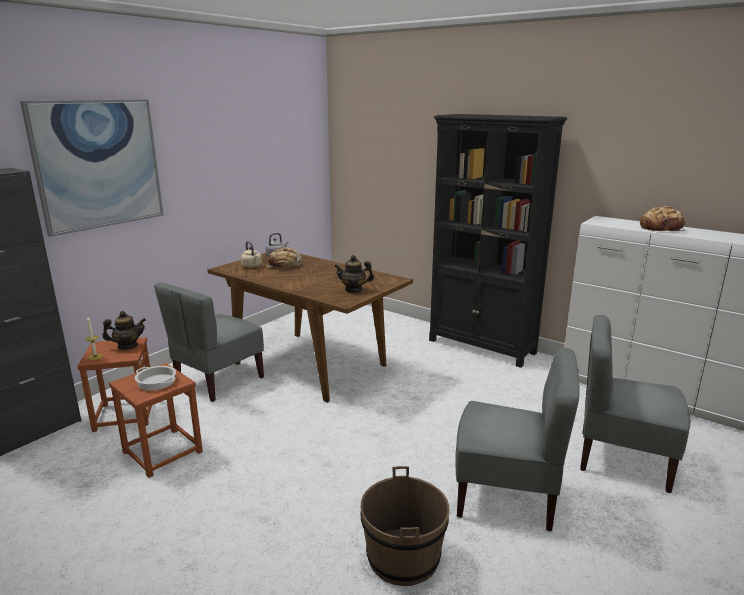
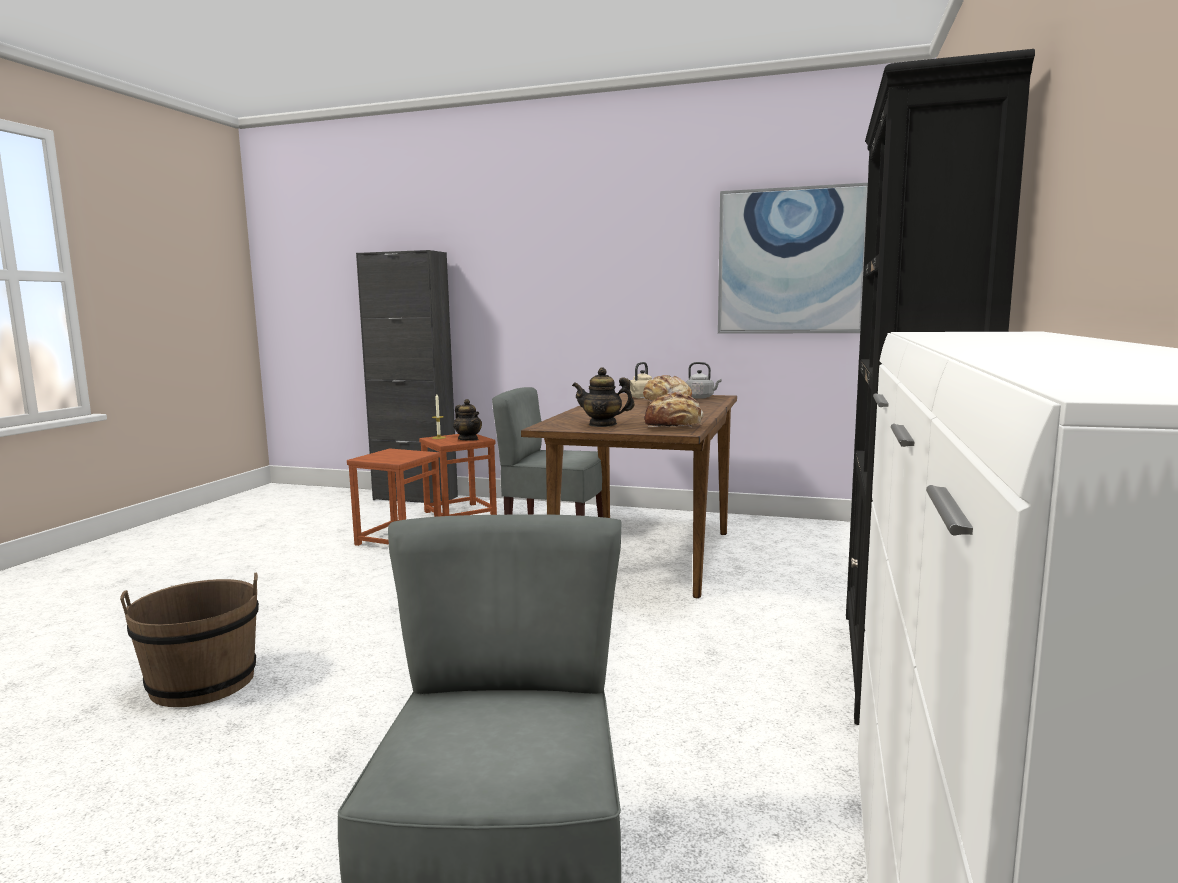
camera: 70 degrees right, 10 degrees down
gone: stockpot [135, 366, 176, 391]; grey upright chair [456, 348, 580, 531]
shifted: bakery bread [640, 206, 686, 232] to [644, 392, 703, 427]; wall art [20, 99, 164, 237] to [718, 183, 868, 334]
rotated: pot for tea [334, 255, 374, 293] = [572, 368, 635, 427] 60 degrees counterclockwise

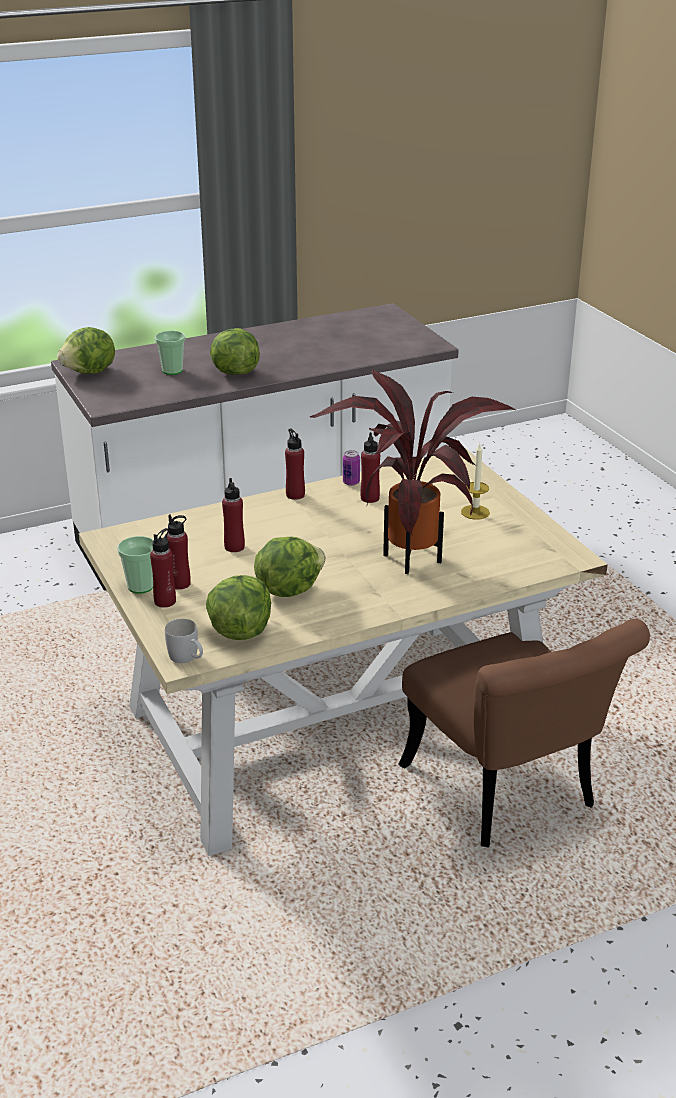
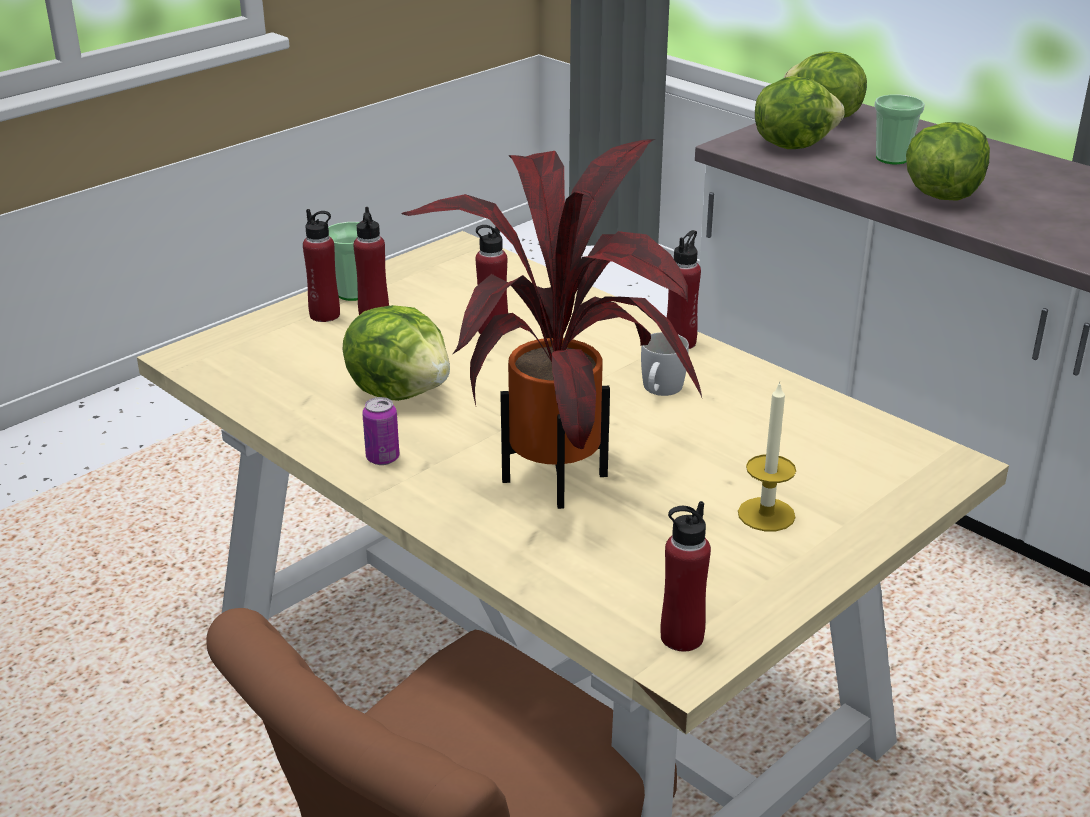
camera: 70 degrees right, 0 degrees up
shifted: metal can [343, 450, 360, 486] to [362, 397, 399, 465]; white-coloured mug [165, 619, 203, 663] to [641, 332, 689, 396]; reddish beverage bottle [360, 432, 380, 503] to [660, 501, 711, 651]; lettuce [206, 575, 271, 640] to [755, 76, 845, 149]

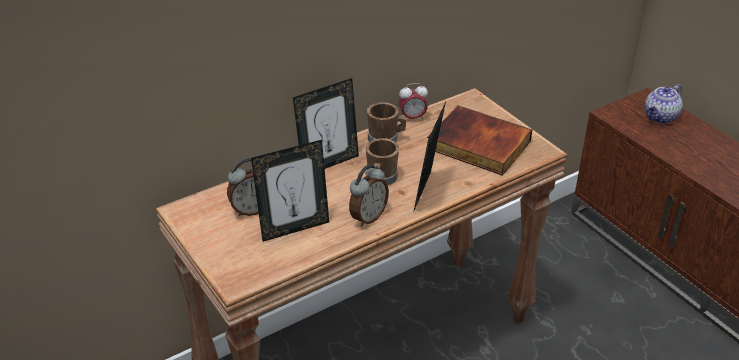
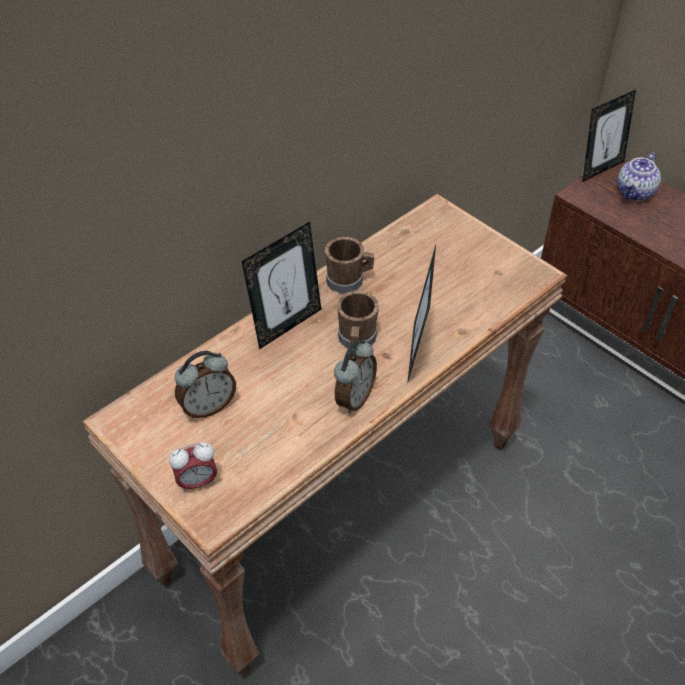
camera: 10 degrees left, 10 degrees up
gone: book [427, 106, 532, 176]
shifted: bedside clock [399, 83, 428, 120] to [169, 442, 217, 493]; photo frame [251, 140, 329, 242] to [582, 90, 636, 182]

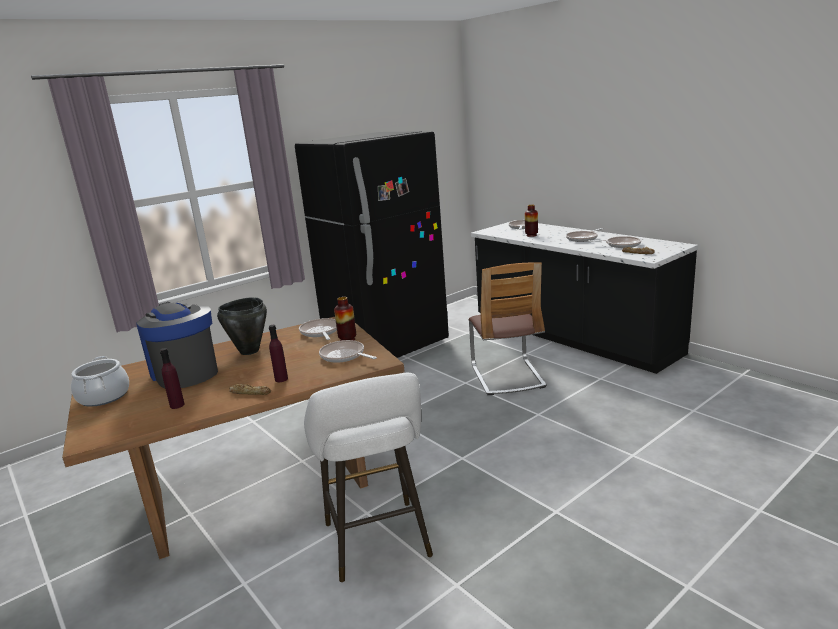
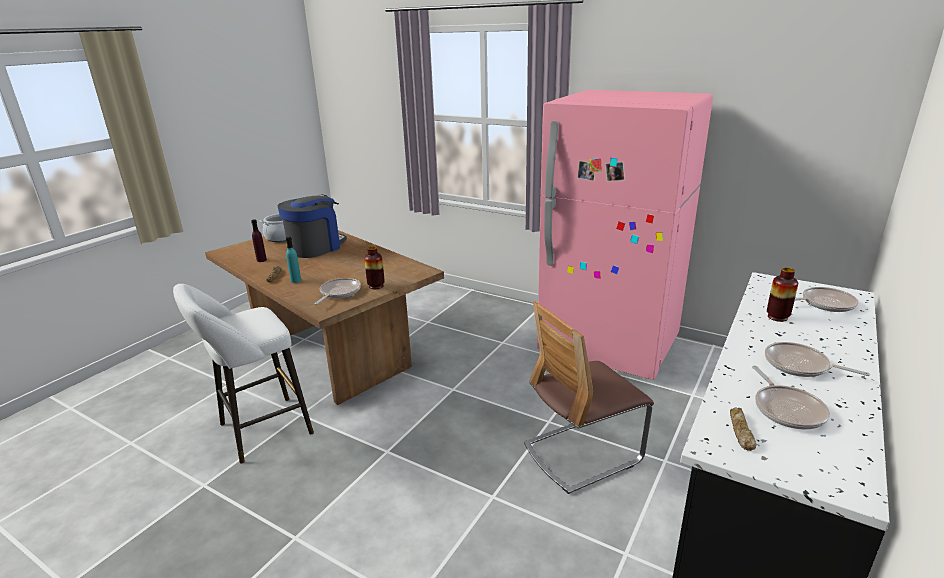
camera: 70 degrees right, 5 degrees up
gone: black-coloured stockpot [217, 297, 267, 355]; pan [299, 318, 337, 340]
repainted: purple-coloured beverage bottle [269, 325, 288, 382] to blue-green beverage bottle [286, 237, 301, 283]; black-coloured refrigerator [295, 131, 449, 358] to pinkish refrigerator [537, 90, 713, 380]

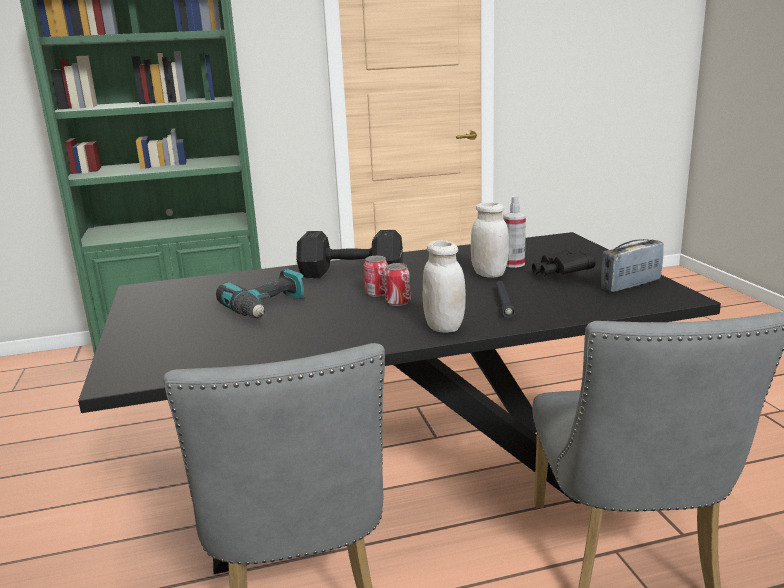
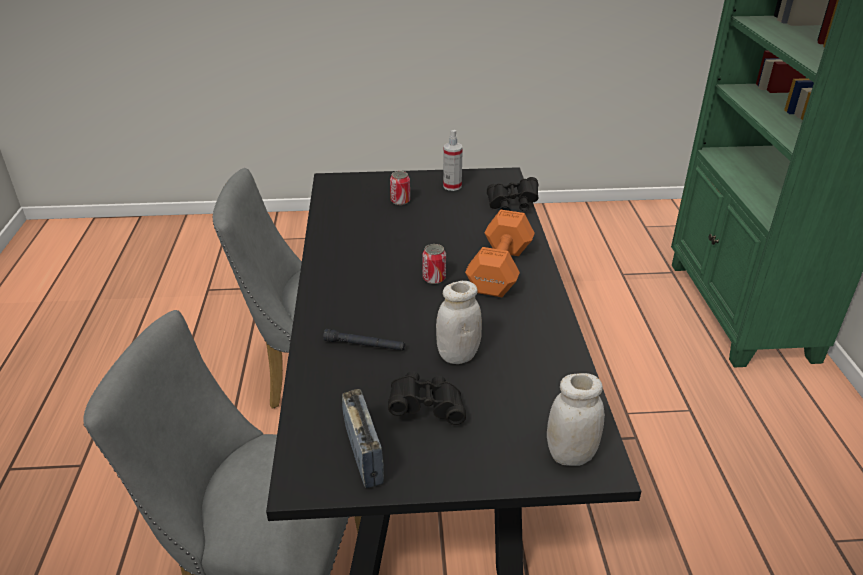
camera: 100 degrees right, 15 degrees up
gone: electric drill [216, 268, 305, 319]
new: black-coloured field glasses [487, 177, 539, 211]
shifted: metal can [384, 263, 411, 306] to [390, 171, 410, 205]; spray bottle [504, 195, 526, 268] to [443, 130, 463, 191]; white-coloured preserve jar [423, 240, 466, 333] to [547, 373, 604, 466]
repainted: black-coloured dumbbell [296, 230, 403, 278] to orange dumbbell [465, 210, 535, 297]

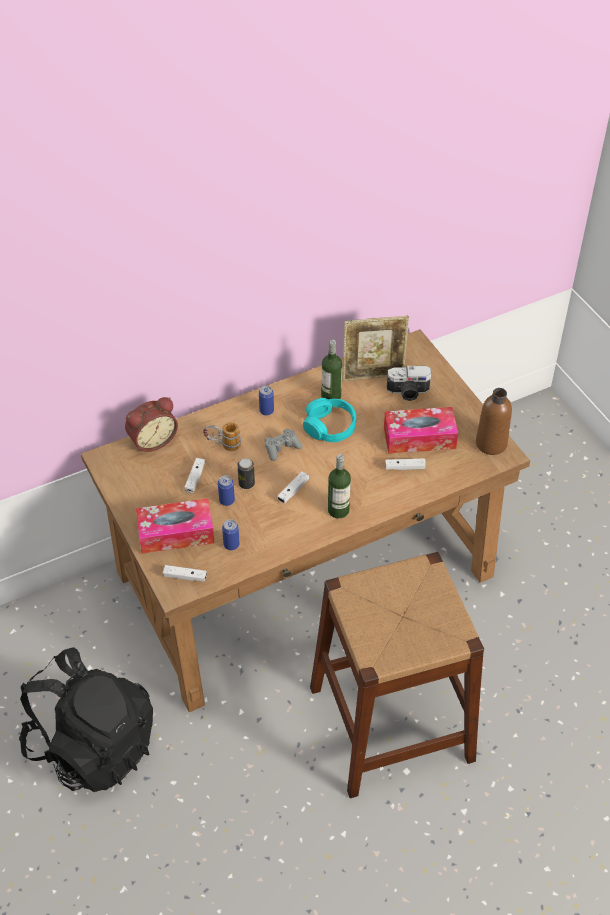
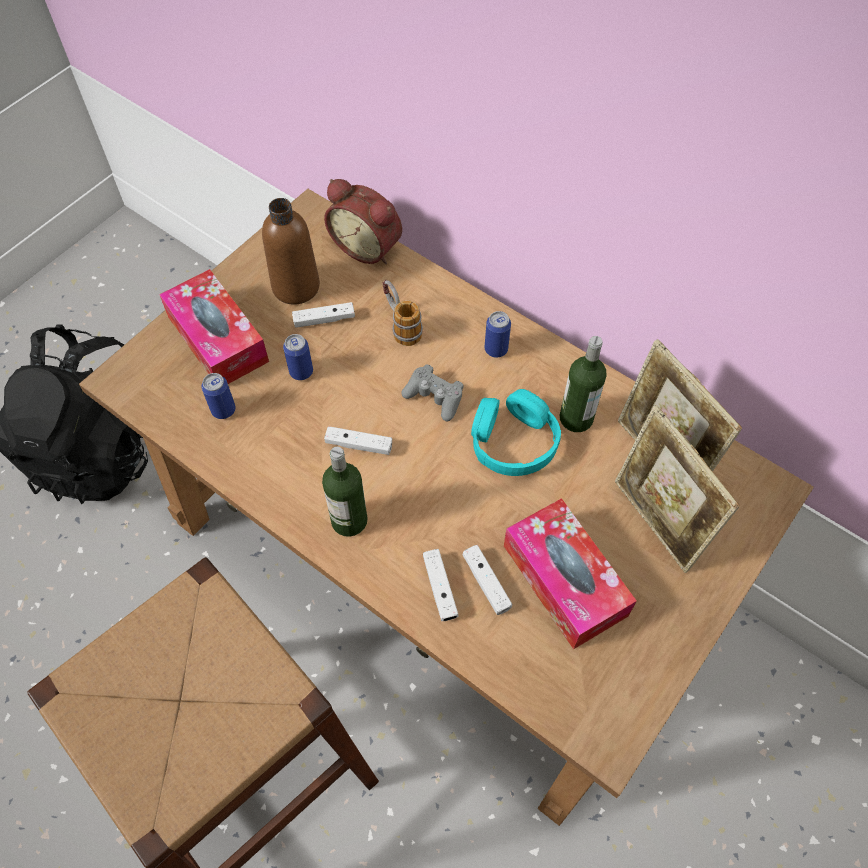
camera: 65 degrees right, 10 degrees up
gone: metal can [237, 458, 255, 489]
shifted: brown beverage bottle [476, 388, 512, 455] to [262, 198, 320, 305]; white-coloured gamepad [163, 565, 207, 582] to [423, 549, 459, 621]
swapped: still camera [387, 366, 431, 401] to photo frame [615, 405, 740, 573]

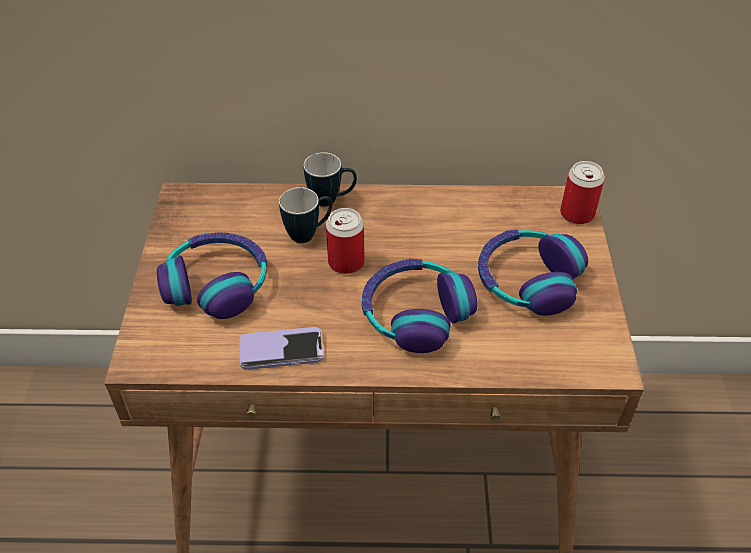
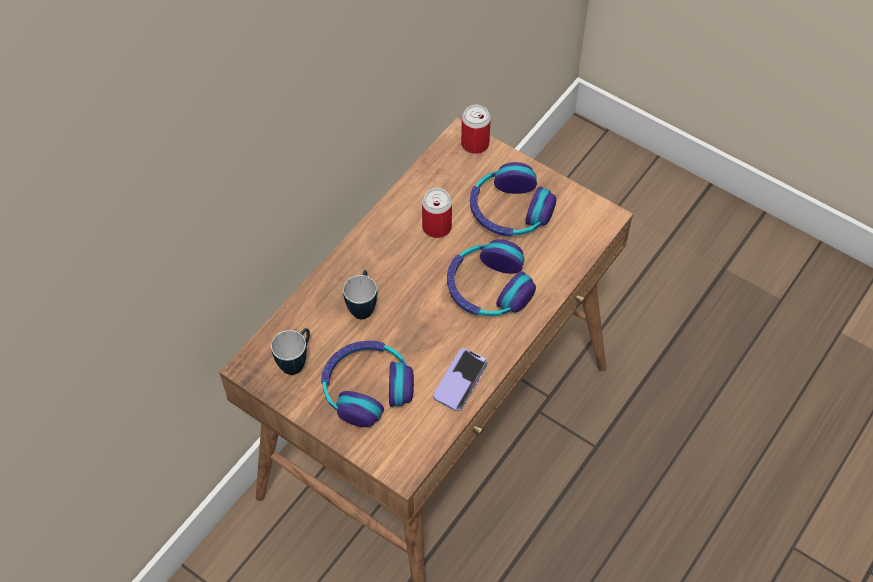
camera: 55 degrees left, 10 degrees up
shifted: mug [304, 152, 357, 207] to [271, 328, 310, 375]; metal can [326, 208, 365, 274] to [422, 188, 452, 238]

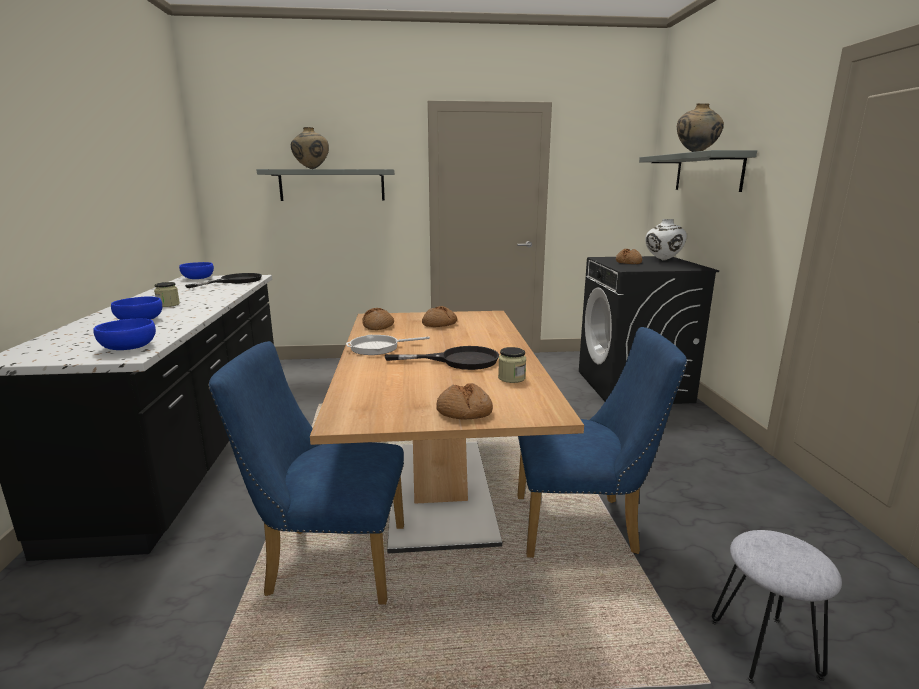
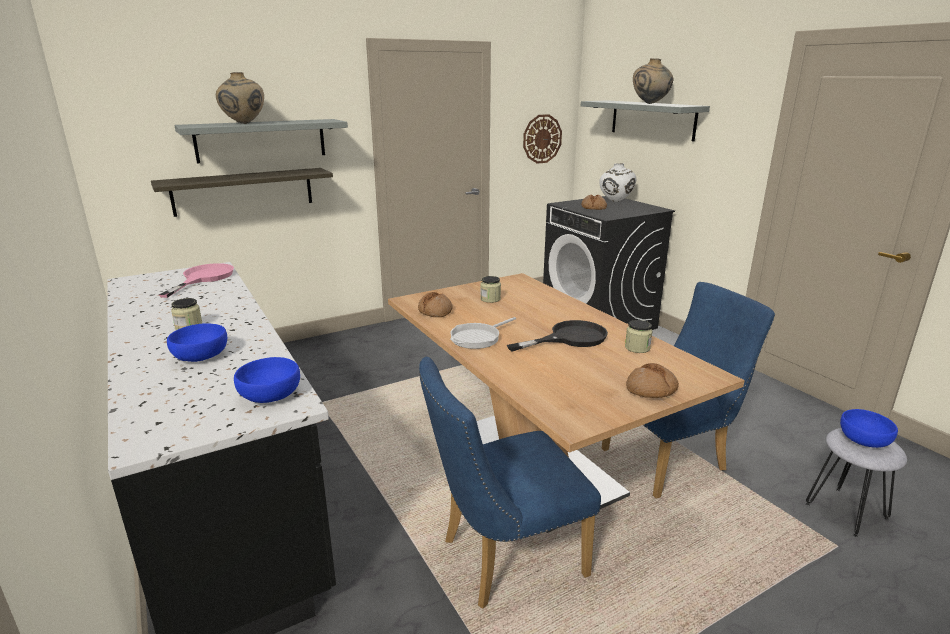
camera: 25 degrees left, 5 degrees up
new: wall shelf [151, 168, 333, 217]; wall clock [523, 114, 562, 164]
shifted: blue serving bowl [179, 262, 214, 279] to [840, 409, 898, 448]
swapped: bakery bread [422, 306, 457, 327] to preserve jar [480, 276, 501, 303]
repainted: black-coloured pan [185, 273, 262, 288] to pinkish pan [159, 263, 234, 298]

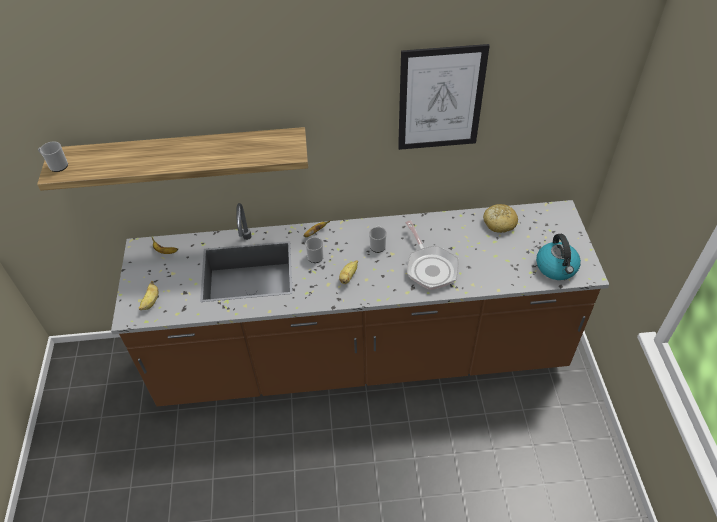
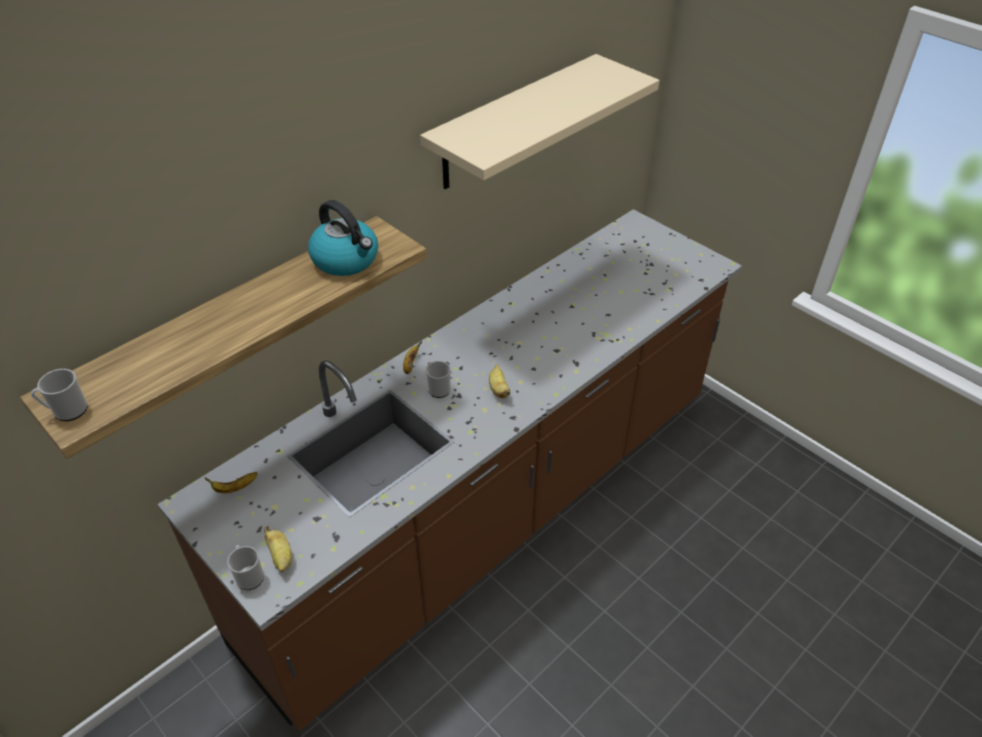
camera: 40 degrees left, 5 degrees down
gone: pan [405, 220, 459, 290]; bakery bread [483, 204, 518, 233]
shifted: mug [369, 226, 387, 253] to [227, 545, 264, 590]; water kettle [536, 234, 581, 280] to [308, 200, 378, 276]
swapped: wall art [398, 44, 490, 150] to beige-coloured wall shelf [420, 54, 660, 189]

